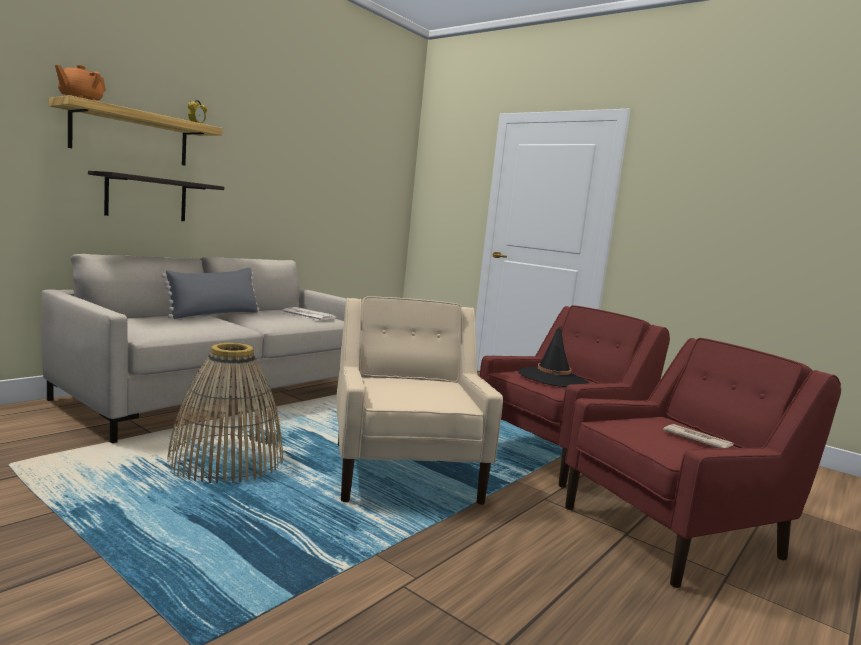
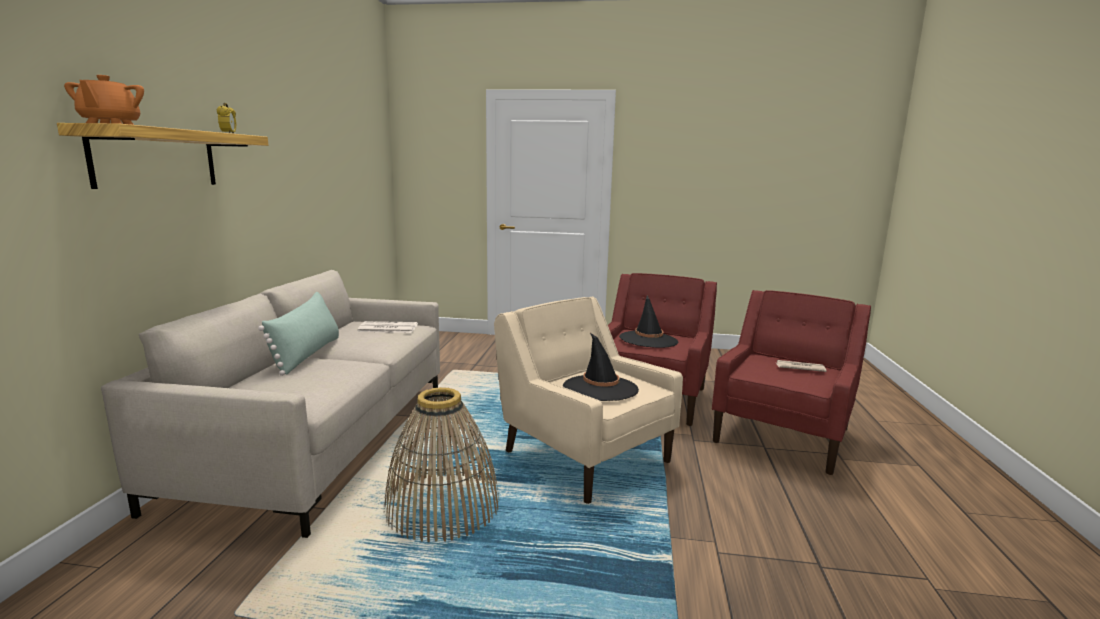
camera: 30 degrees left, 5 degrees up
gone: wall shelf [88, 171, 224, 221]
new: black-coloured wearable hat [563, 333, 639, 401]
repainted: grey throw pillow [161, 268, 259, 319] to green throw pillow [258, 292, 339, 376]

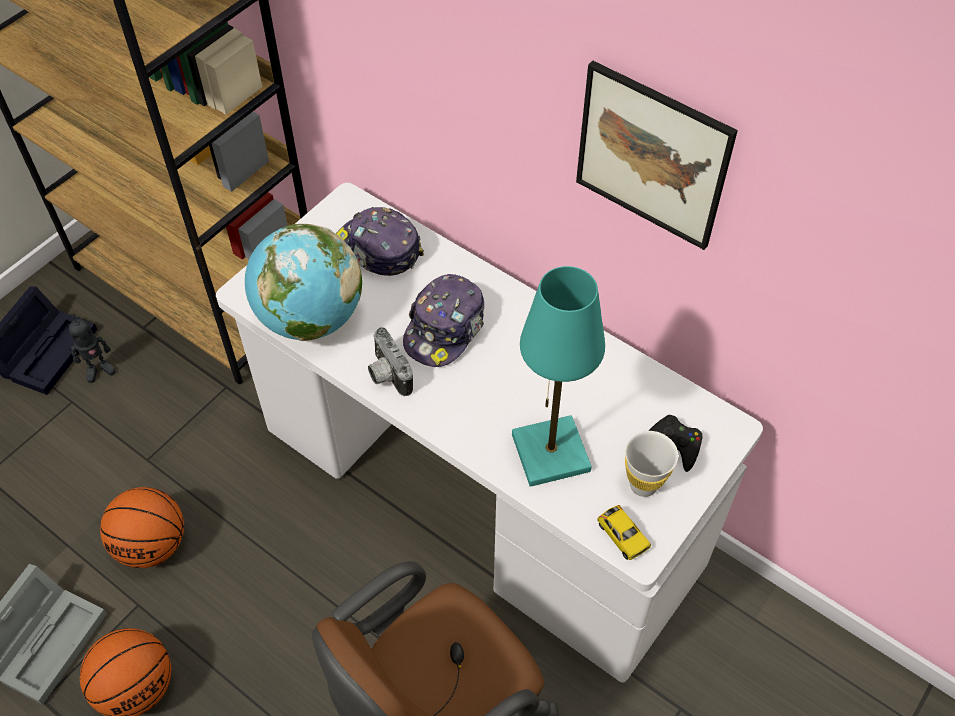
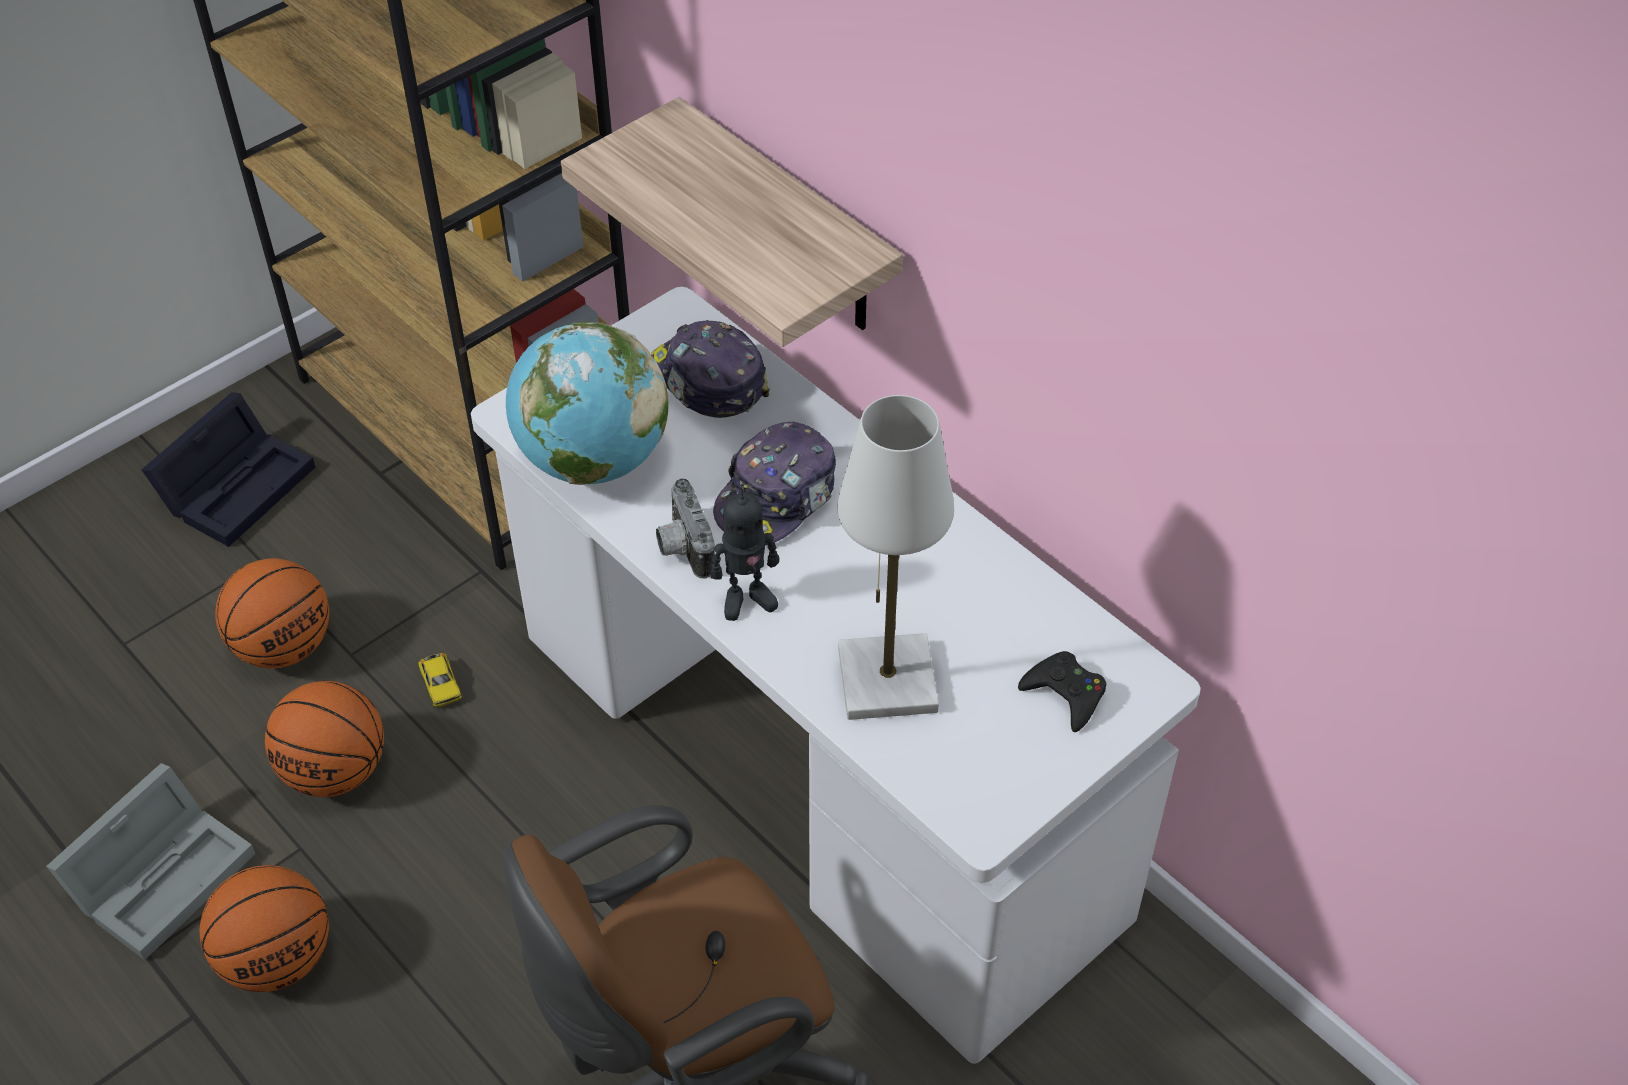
camera: 10 degrees right, 5 degrees down
gone: wall art [576, 61, 738, 250]; white-coloured drinking cup [625, 431, 678, 497]
new: ball for basketball [215, 558, 329, 668]; wall shelf [561, 97, 903, 347]
shifted: toy car [597, 505, 651, 560] to [418, 653, 462, 707]; robot figure [69, 316, 116, 383] to [711, 484, 779, 621]
repainted: blue-green table lamp [512, 266, 605, 487] to white-coloured table lamp [838, 395, 954, 720]

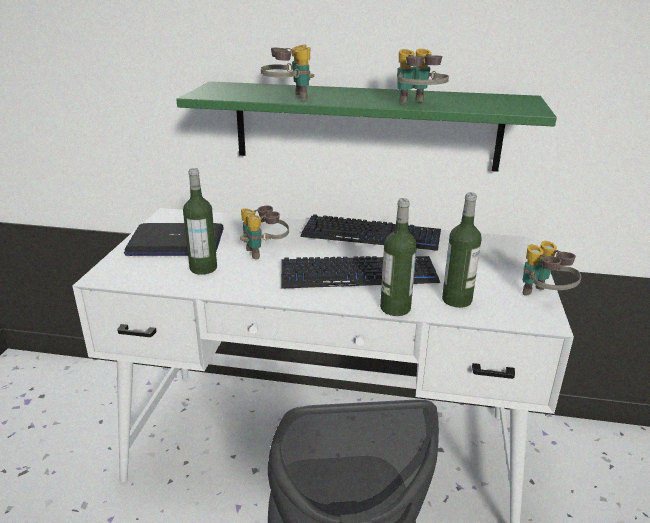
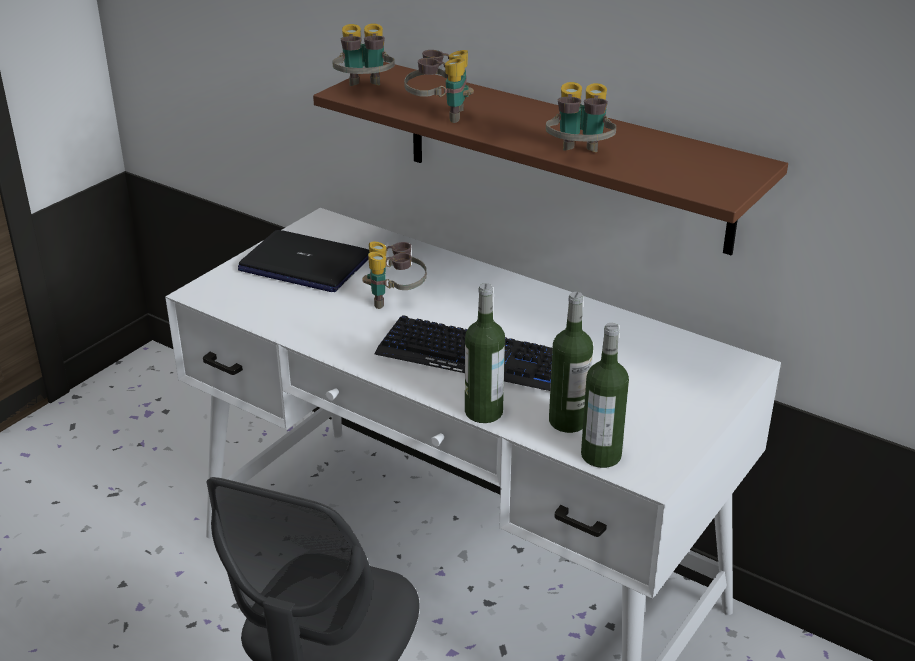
camera: 25 degrees right, 5 degrees up
gone: keyboard [300, 214, 441, 251]
shifted: field glasses [523, 241, 581, 296] to [332, 23, 395, 86]; beverage bottle [183, 168, 217, 275] to [581, 323, 629, 468]
repainted: green wall shelf [176, 81, 557, 172] to brown wall shelf [313, 62, 788, 255]

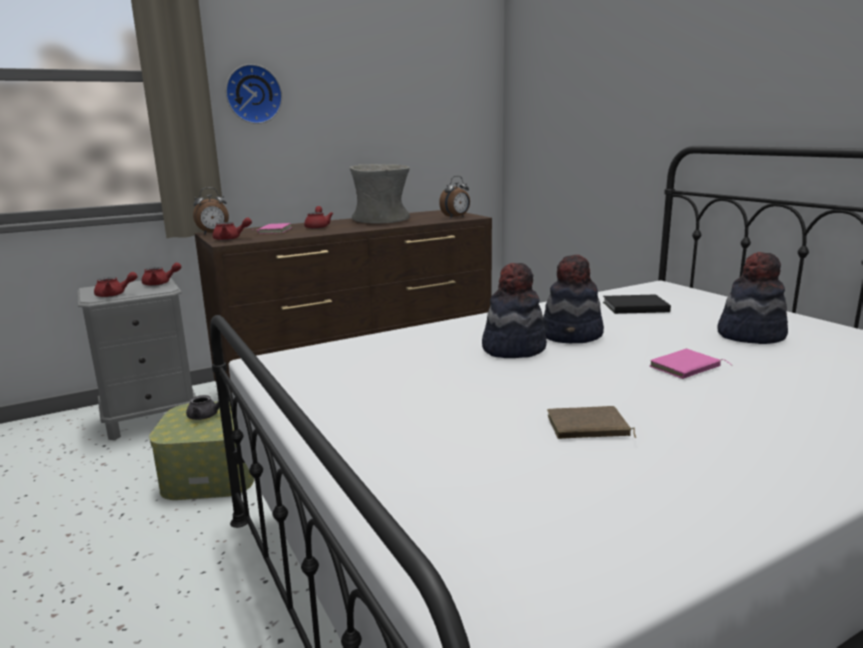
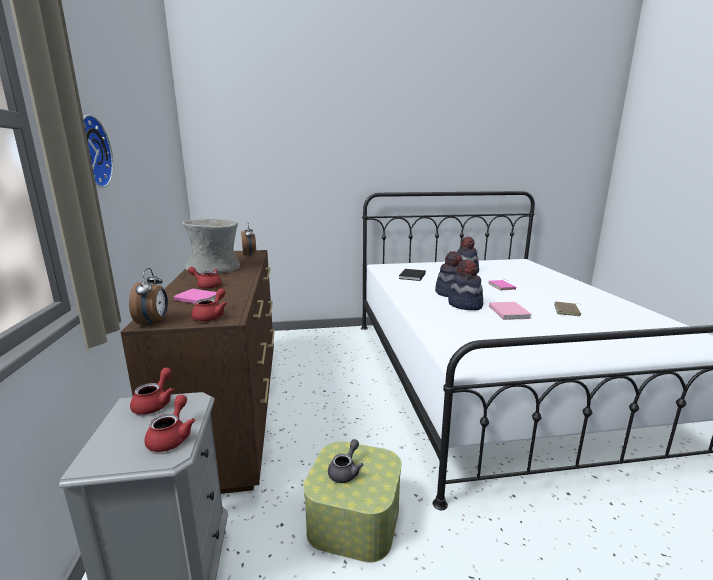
camera: 70 degrees left, 0 degrees up
new: pinkish book [489, 302, 532, 320]

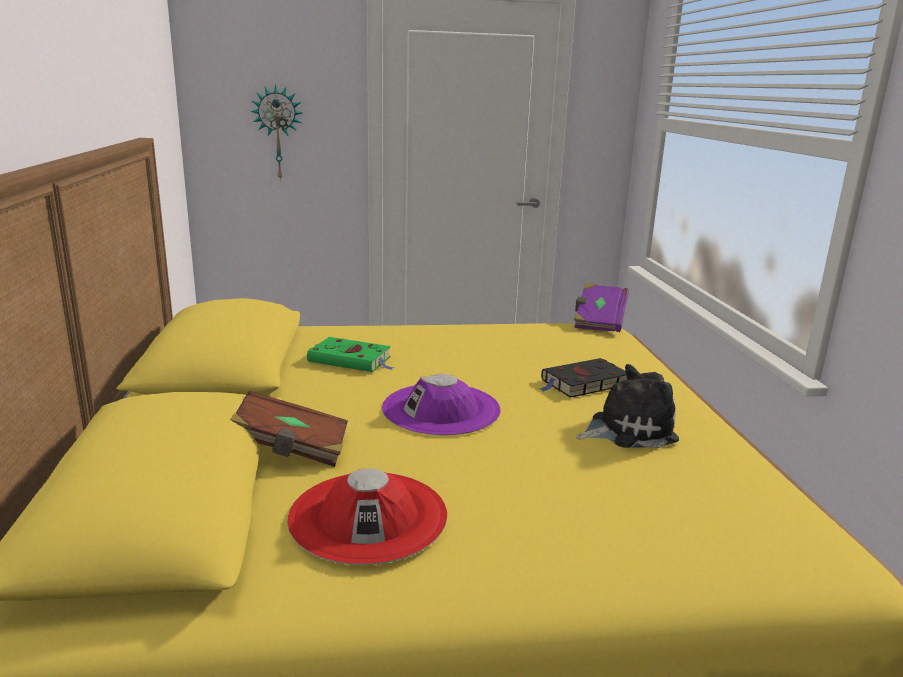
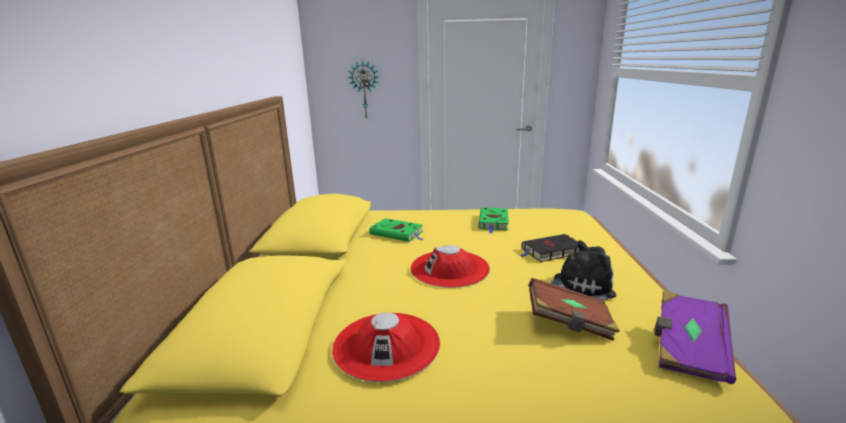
camera: 10 degrees right, 0 degrees up
new: green book [478, 207, 509, 234]
shifted: brown book [230, 391, 348, 467] to [528, 278, 620, 341]; purple-coloured book [574, 283, 629, 332] to [655, 291, 736, 384]
repainted: purple-coloured wearable hat [382, 374, 501, 435] to reddish wearable hat [410, 245, 490, 288]

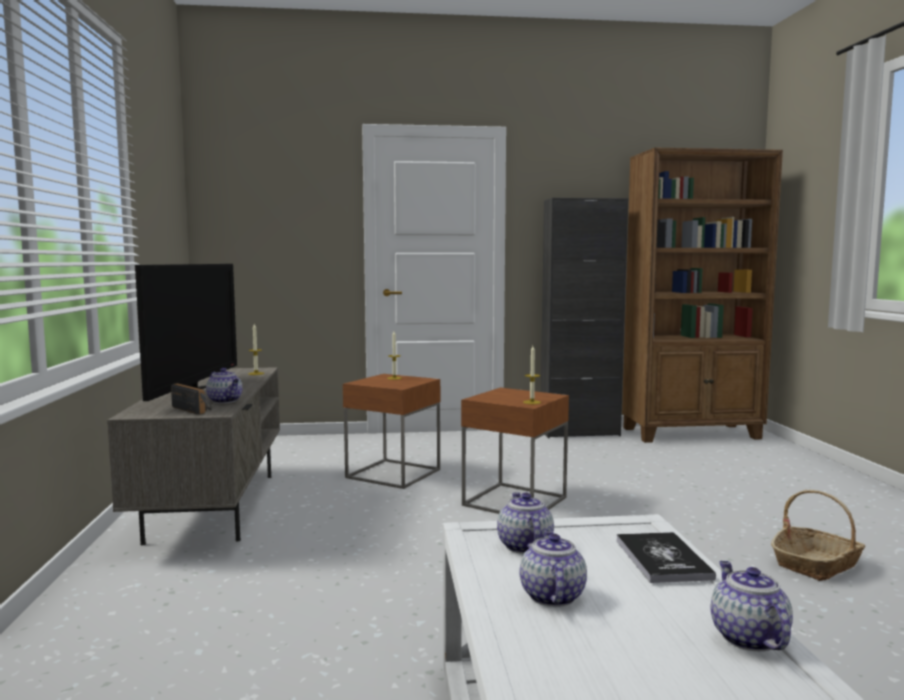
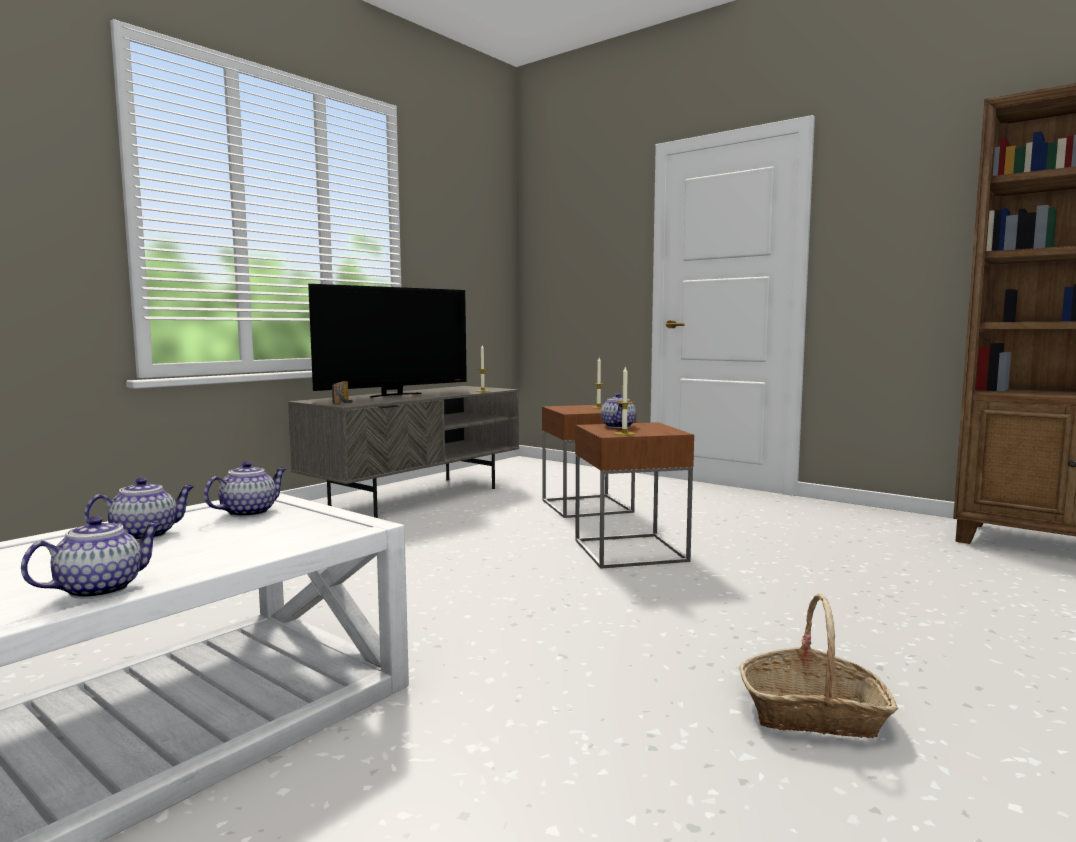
camera: 45 degrees right, 0 degrees up
gone: black-coloured storage cabinet [541, 198, 628, 438]; book [617, 532, 716, 583]
shifted: pot for tea [206, 368, 242, 403] to [601, 393, 636, 428]

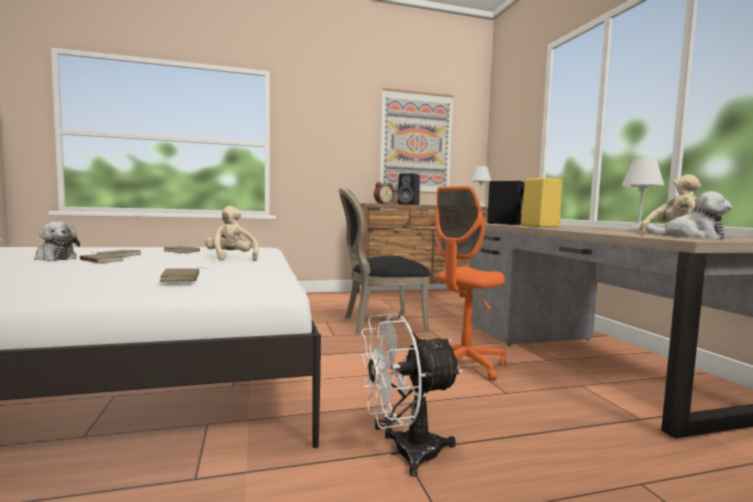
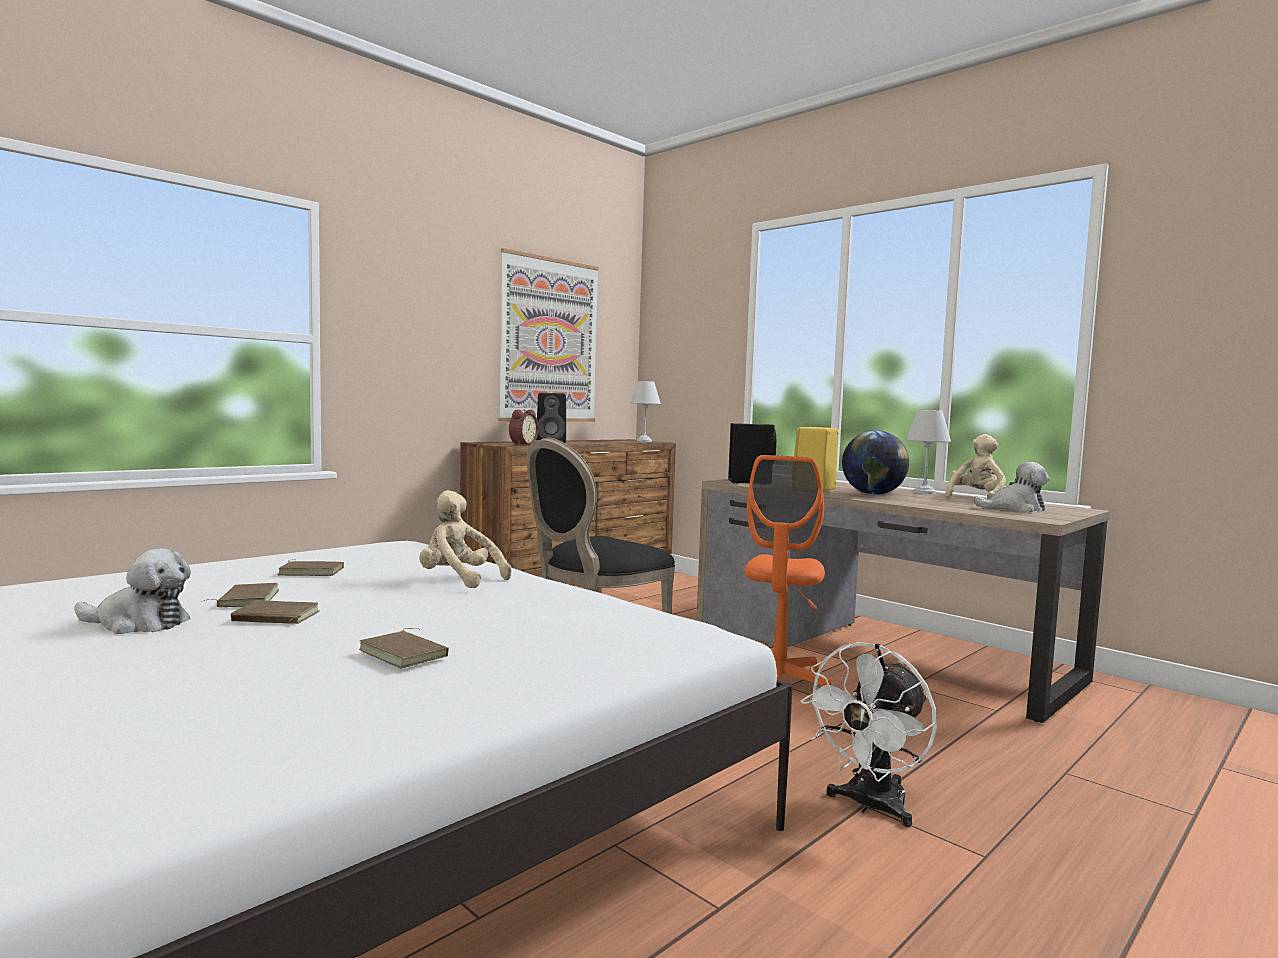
camera: 30 degrees left, 0 degrees up
new: globe [842, 430, 909, 495]
shifted: brown book [160, 268, 210, 282] to [359, 628, 449, 669]

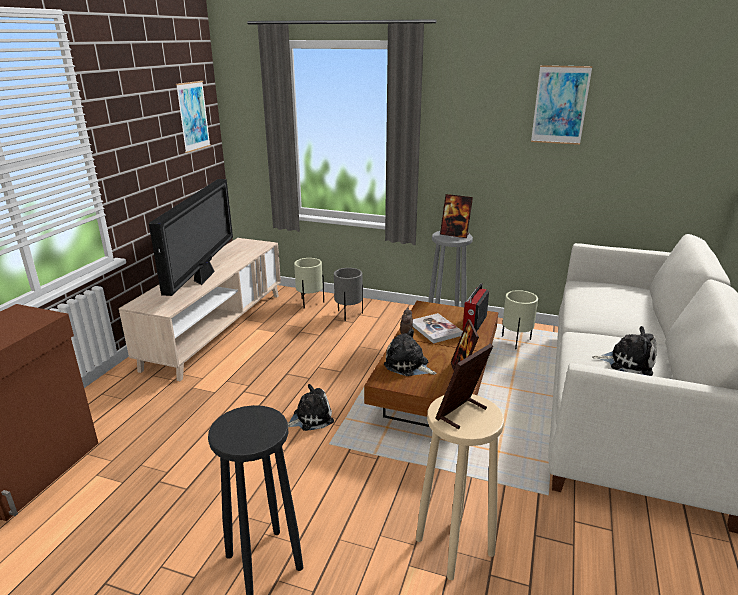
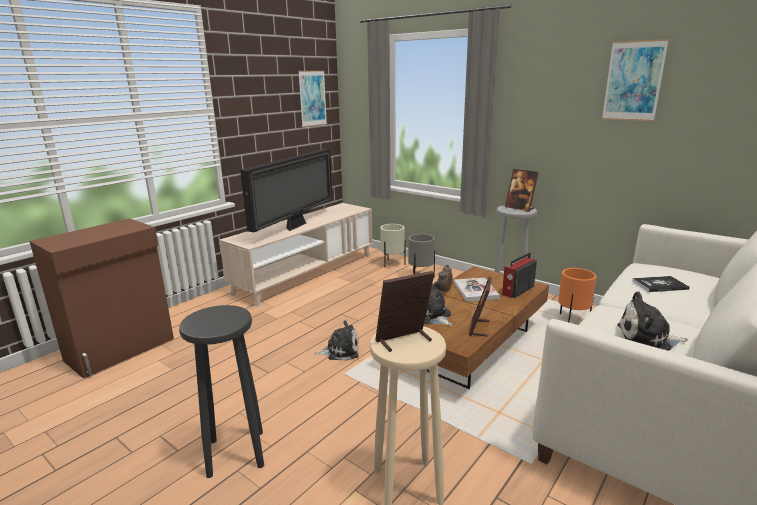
camera: 20 degrees right, 5 degrees down
new: book [632, 276, 689, 292]
repainted: beige-coloured plant pot [502, 290, 538, 349] to orange plant pot [558, 268, 596, 323]
rotated: soft toy [592, 326, 657, 376] = [617, 292, 688, 351] 150 degrees clockwise

